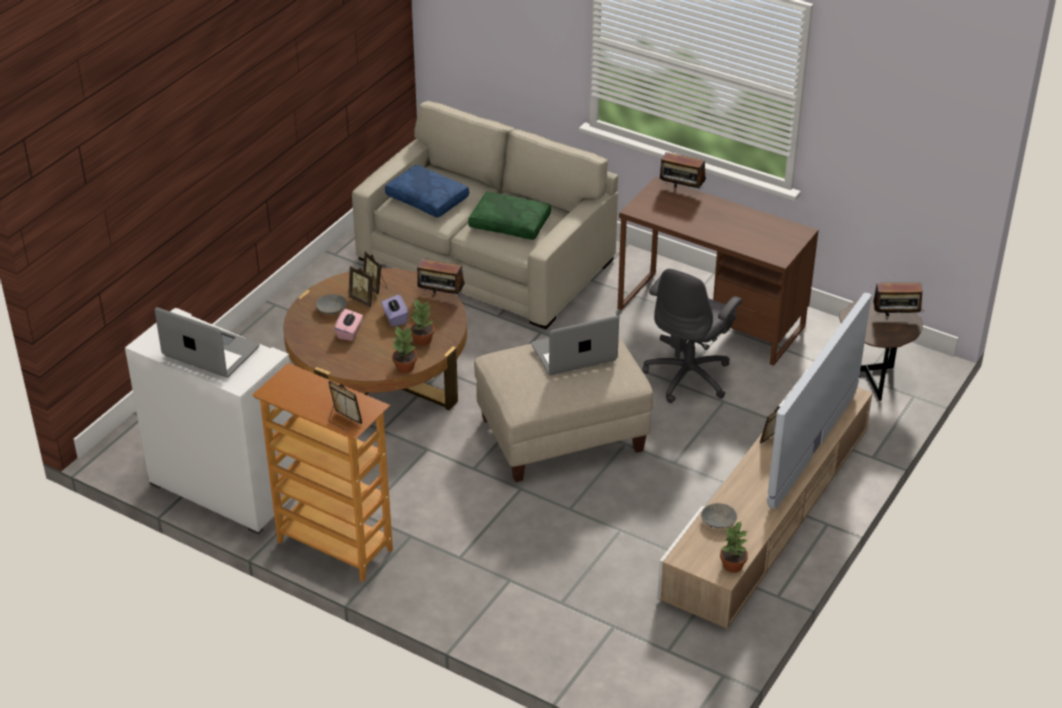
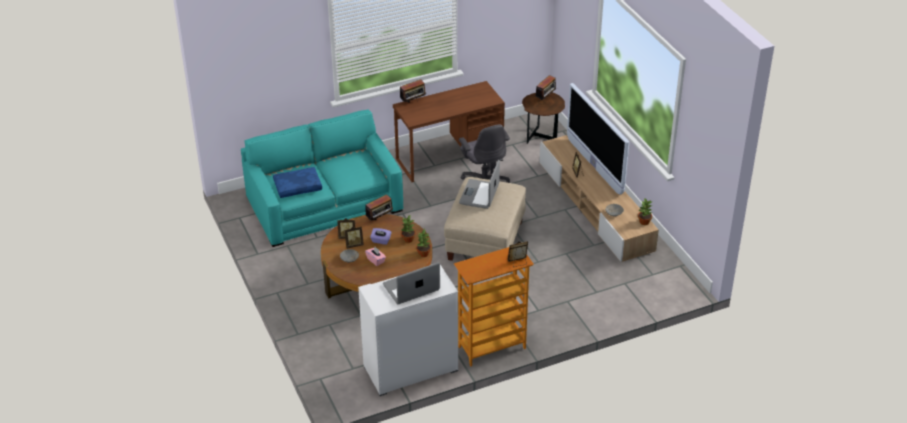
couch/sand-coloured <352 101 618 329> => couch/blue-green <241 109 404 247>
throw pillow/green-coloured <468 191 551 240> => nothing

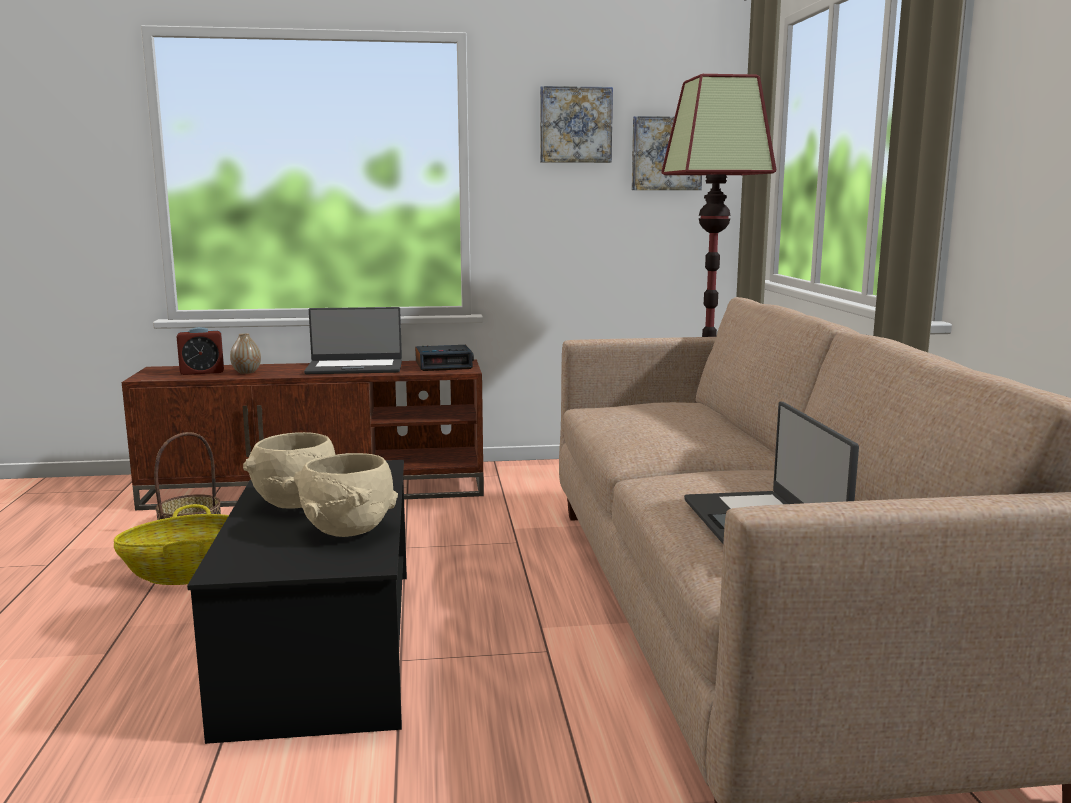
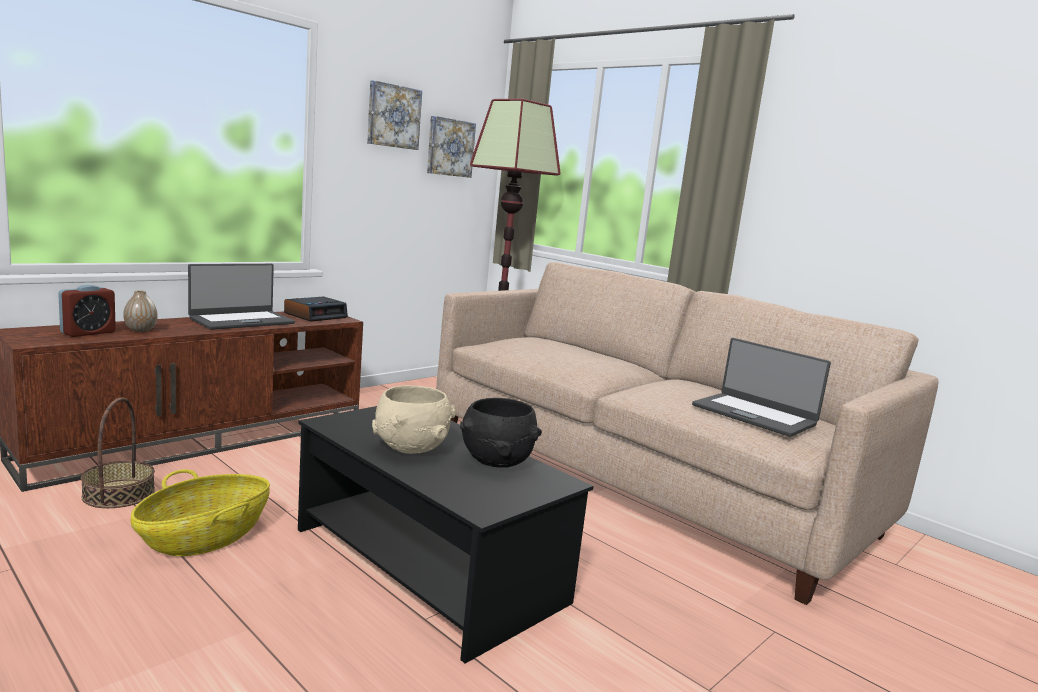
deep dish/sand-coloured <293 453 398 537> => deep dish/black-coloured <460 398 542 468>

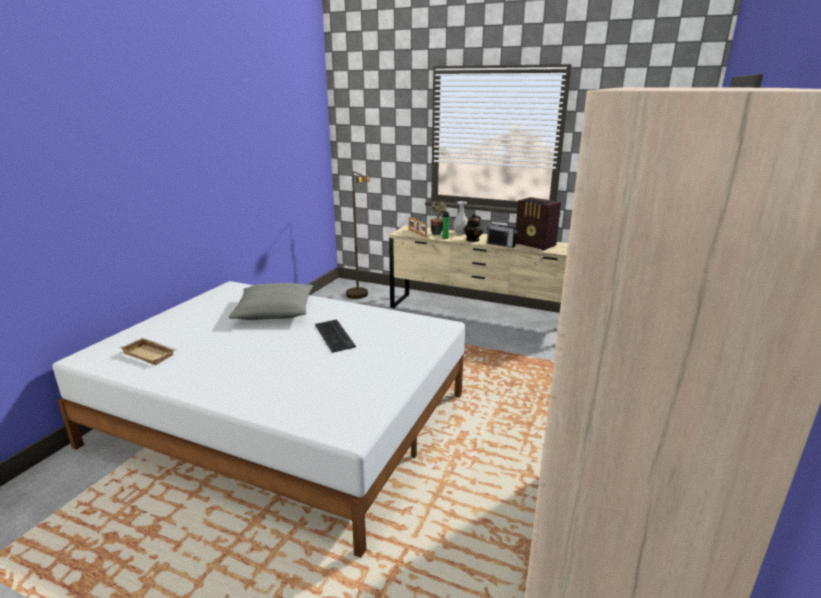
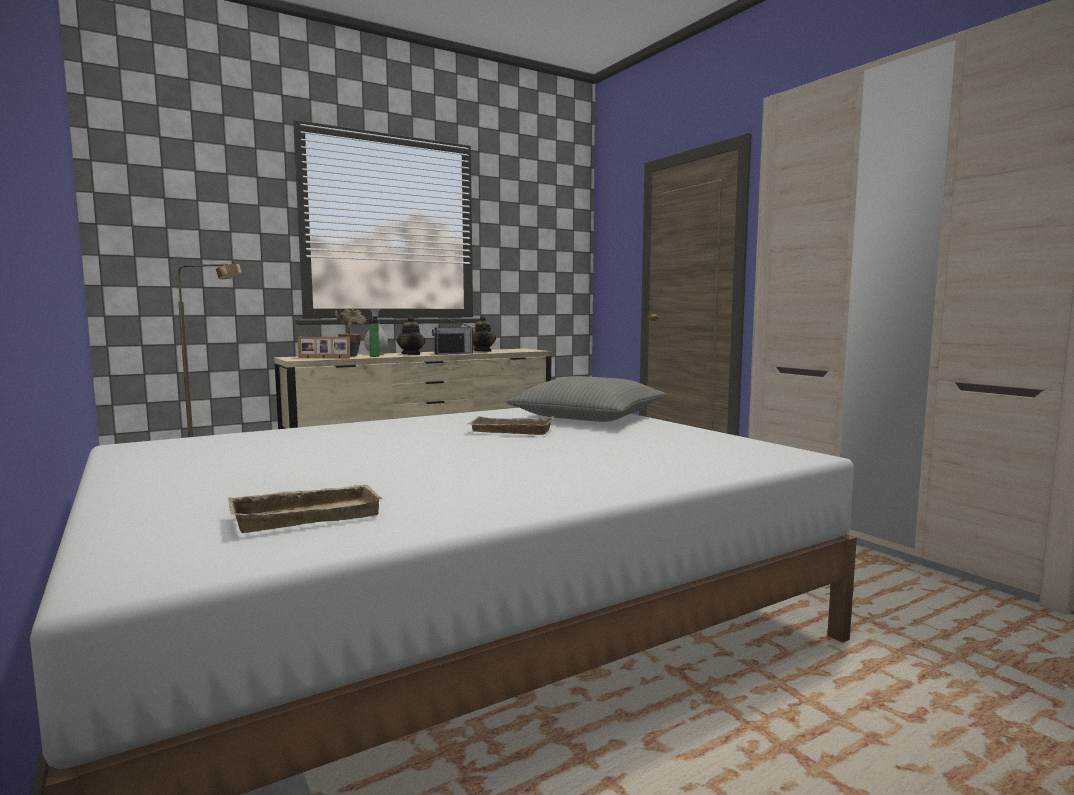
throw pillow/greyish <228 283 313 320> => throw pillow/greyish <506 376 666 422>, shifted
PC keyboard <315 319 356 353> => carrying tray/sand-coloured <467 416 554 435>
radio <516 197 561 250> => teapot <473 316 496 352>

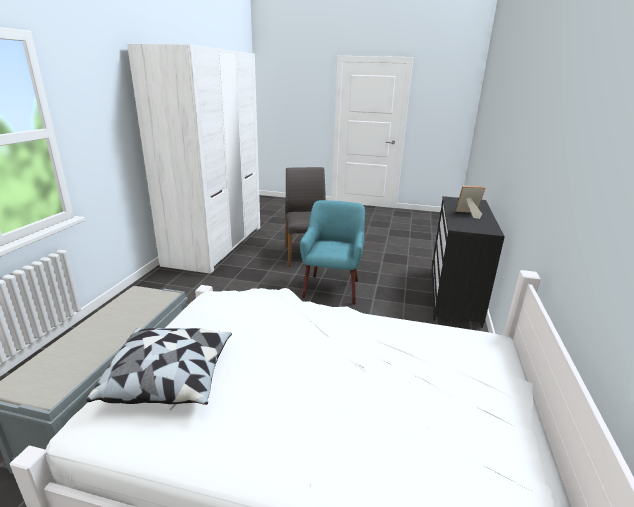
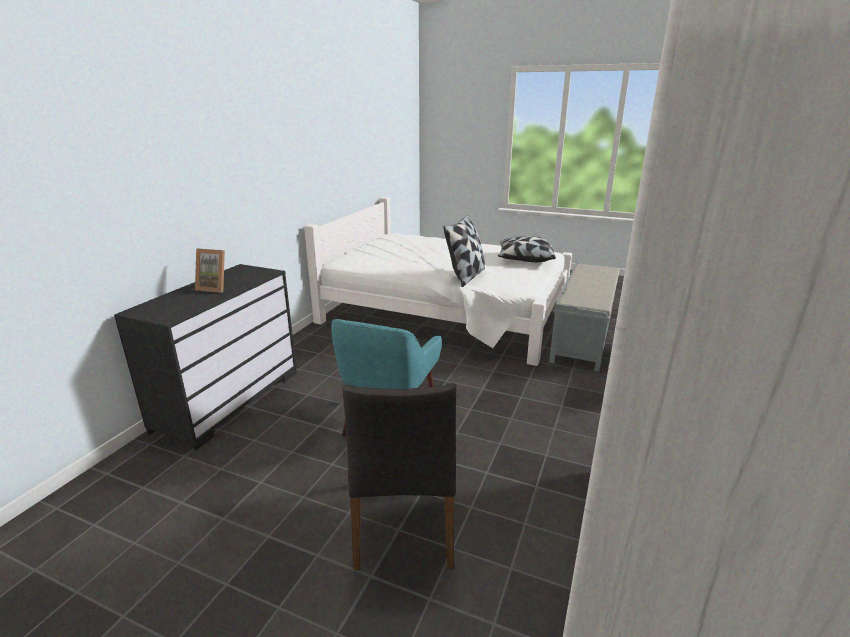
nothing => throw pillow <443 215 485 287>

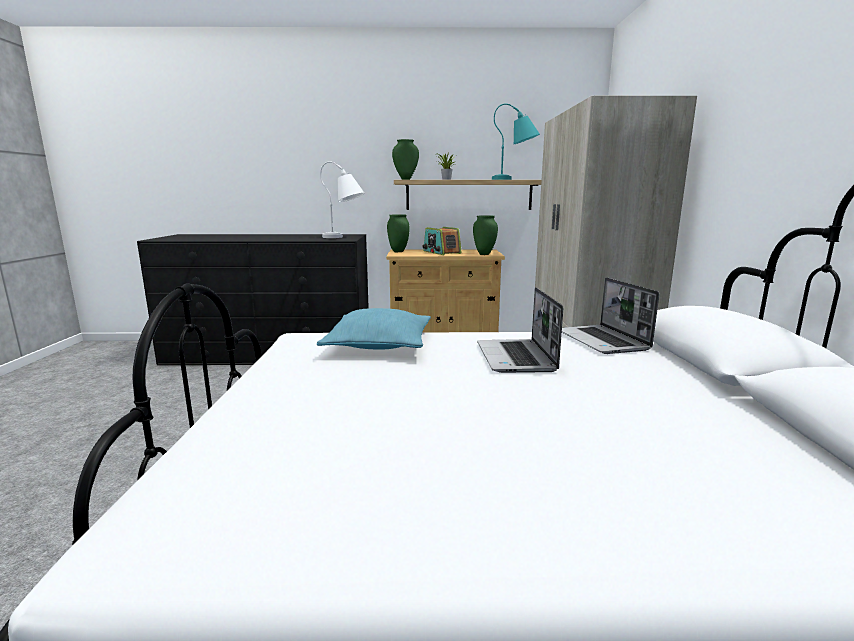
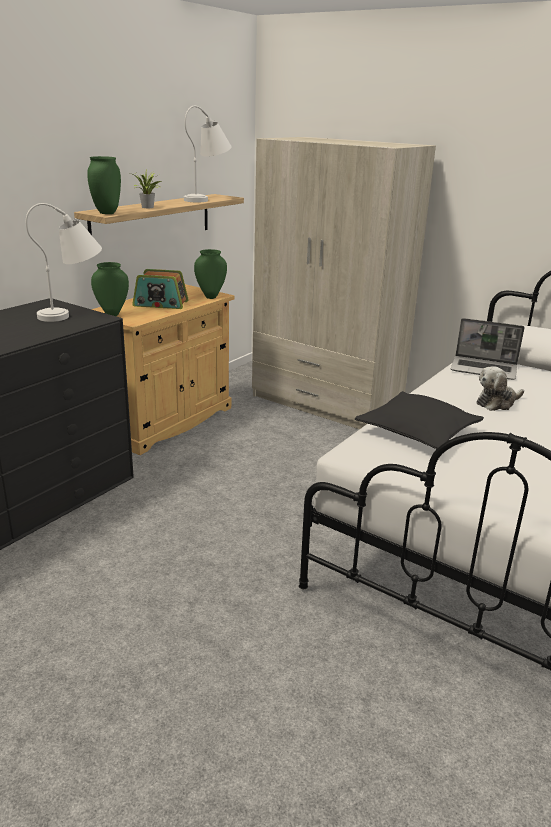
throw pillow/blue-green <317 308 431 349> => throw pillow/black-coloured <355 391 484 449>
portable computer <477 287 563 373> => cuddly toy <476 366 524 411>
lamp for a table/blue-green <492 103 540 180> => lamp for a table/white <184 106 232 202>

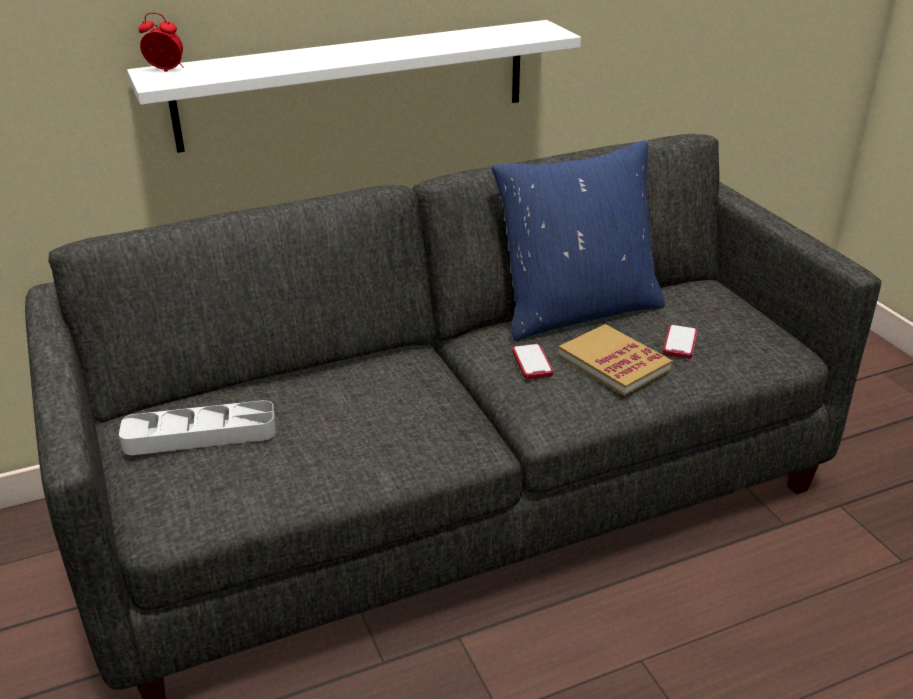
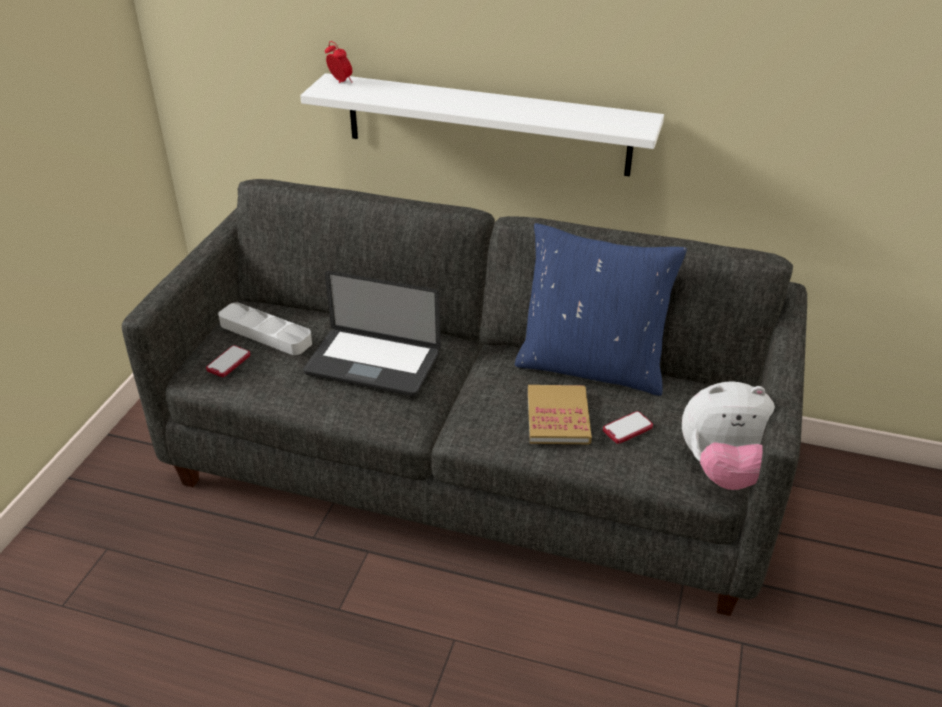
telephone <512 344 553 379> => telephone <206 346 251 377>, shifted
nothing => portable computer <303 271 441 396>
nothing => cuddly toy <682 381 775 490>

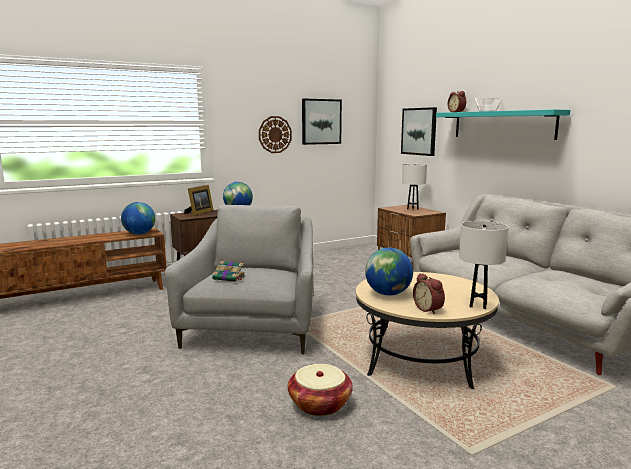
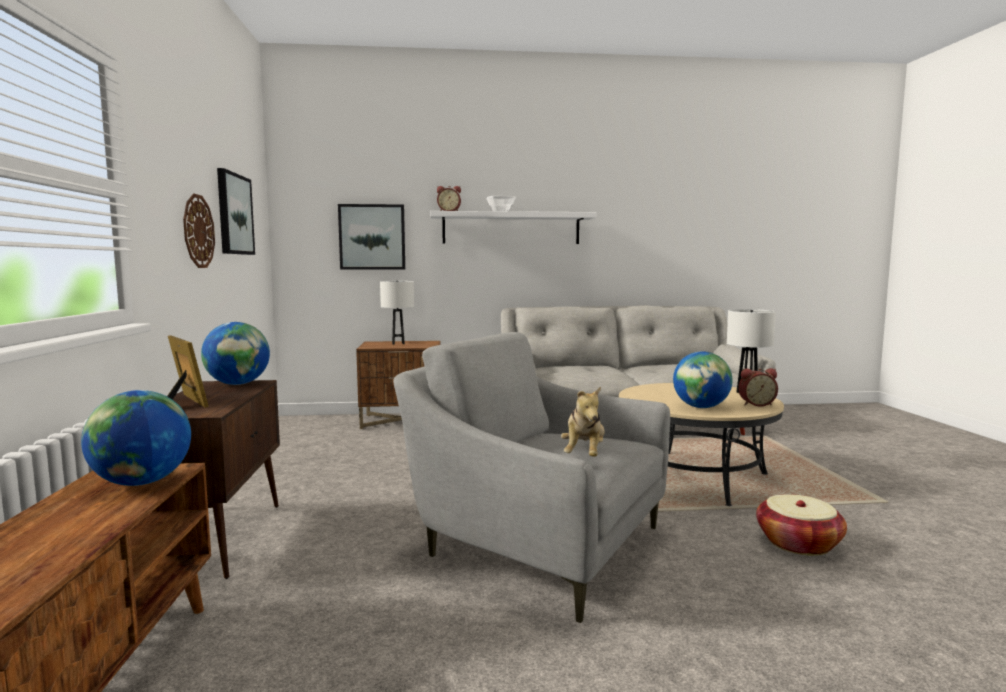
bound book <212 261 245 282> => cuddly toy <561 387 605 457>
shelf/blue-green <436 109 570 140> => shelf/white <430 211 596 244>

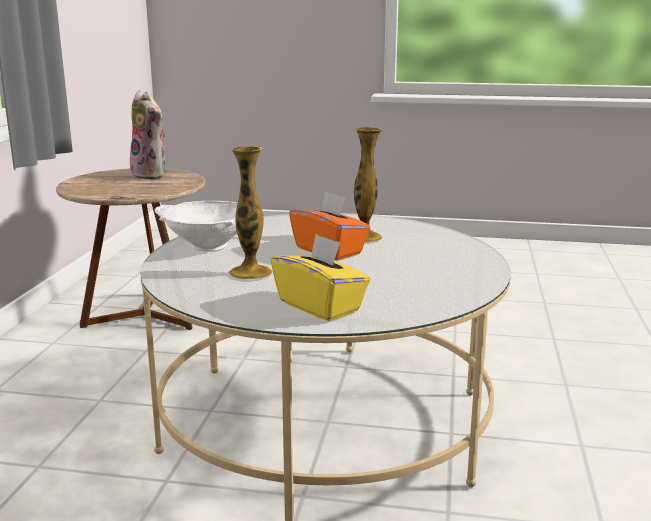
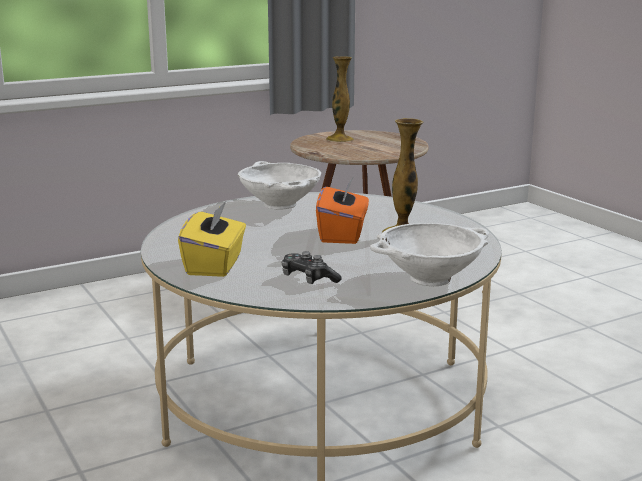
cuddly toy <130 90 165 180> => nothing
flower vase <229 146 272 280> => flower vase <326 56 354 142>, shifted
nothing => gamepad <282 251 342 284>
nothing => deep dish/white <370 223 489 286>

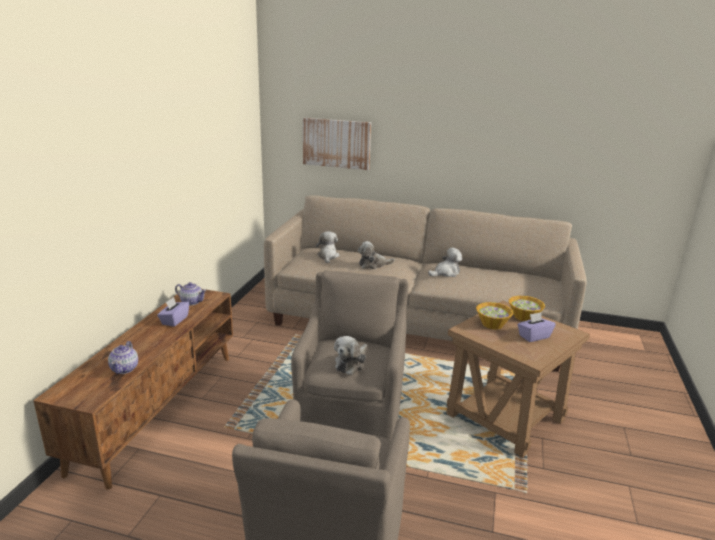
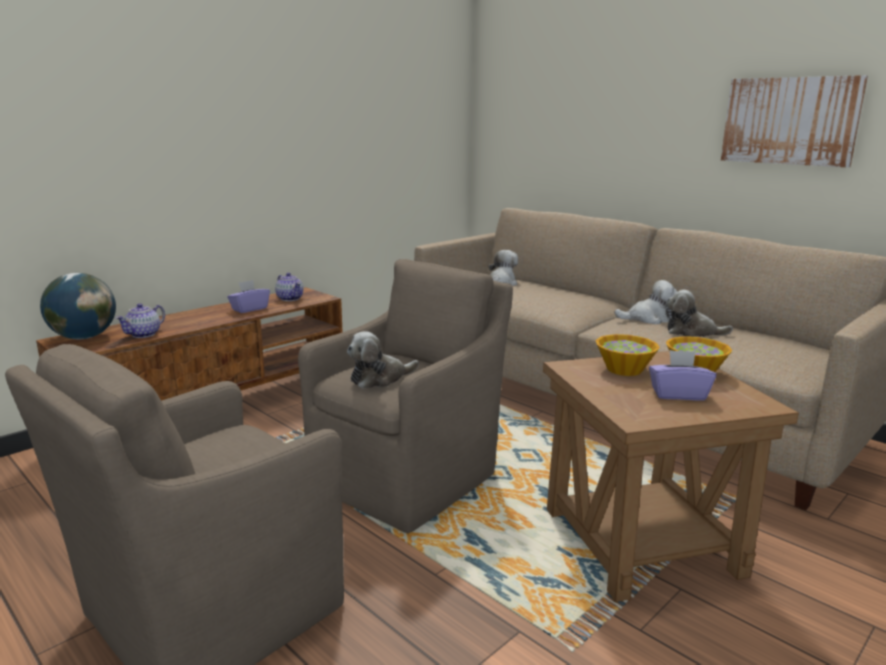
wall picture <303 118 371 170> => wall picture <721 75 868 167>, shifted
cuddly toy <358 241 395 269> => cuddly toy <666 290 733 337>, shifted
nothing => desk globe <40 273 116 339>

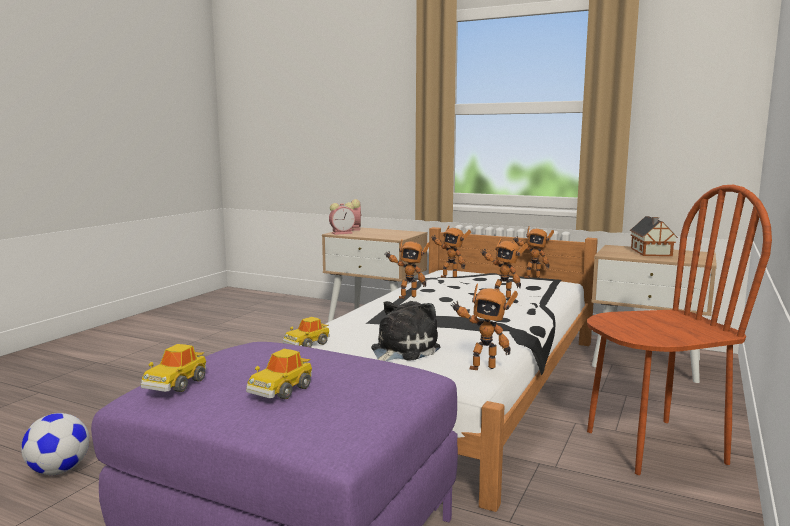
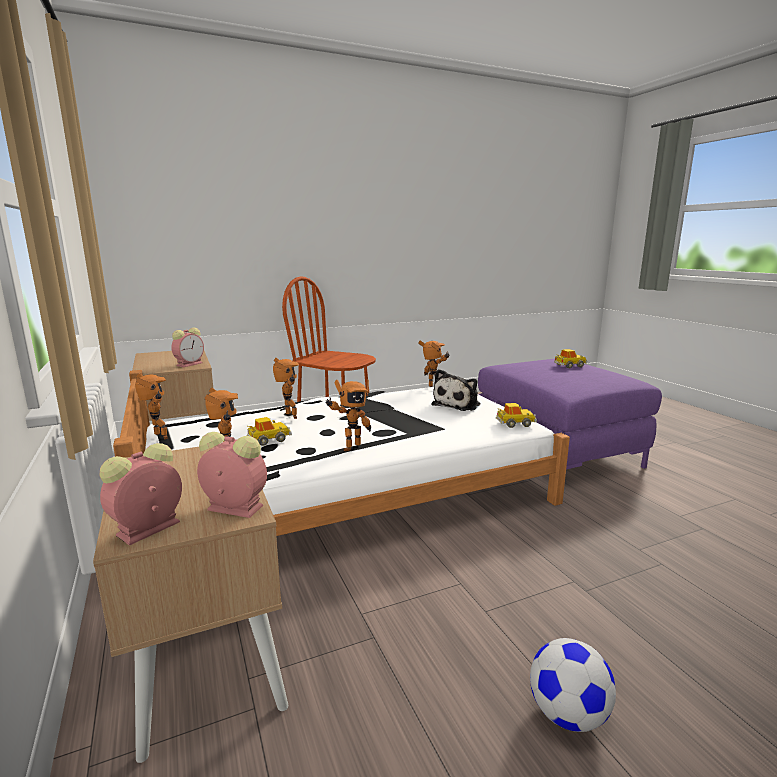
ball for football <21 413 89 475> => ball for football <530 638 616 732>, shifted
toy car <141 344 206 392> => toy car <247 417 292 446>, shifted
cuddly toy <371 301 441 361> => cuddly toy <431 369 480 411>, 45 degrees counterclockwise
model robot <385 239 430 299> => model robot <325 379 371 452>, 105 degrees clockwise
model house <630 216 678 256> => nothing
nothing => table clock <171 327 204 368>

